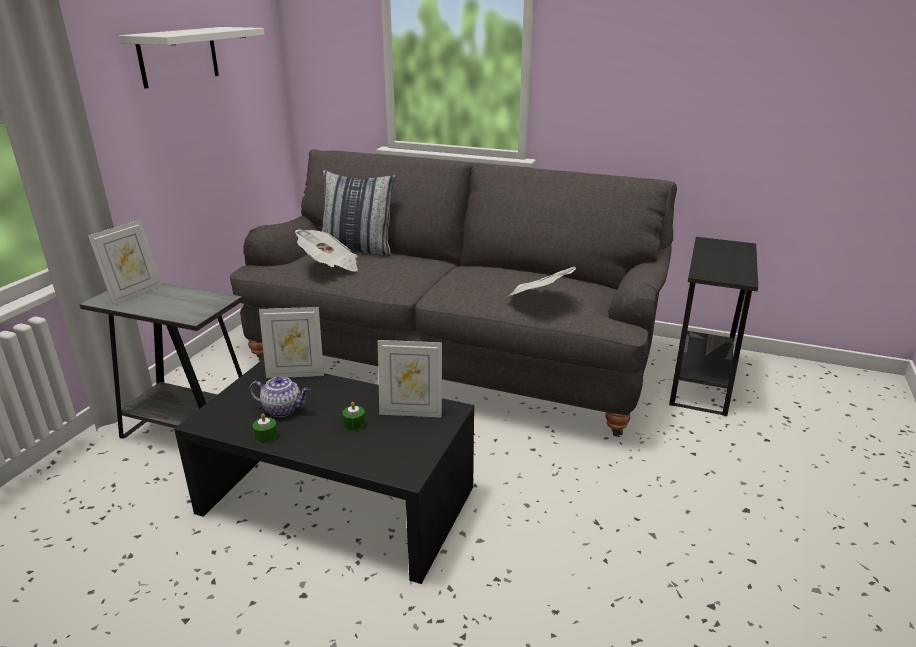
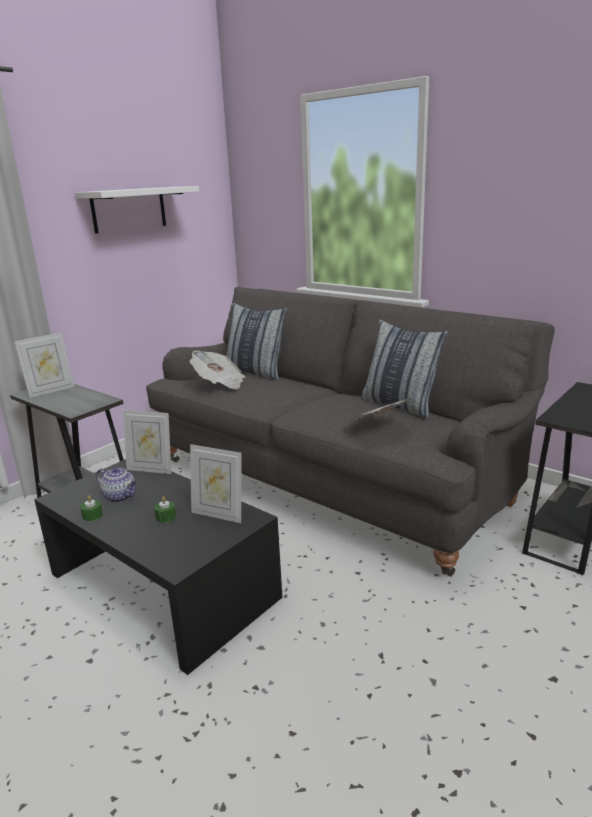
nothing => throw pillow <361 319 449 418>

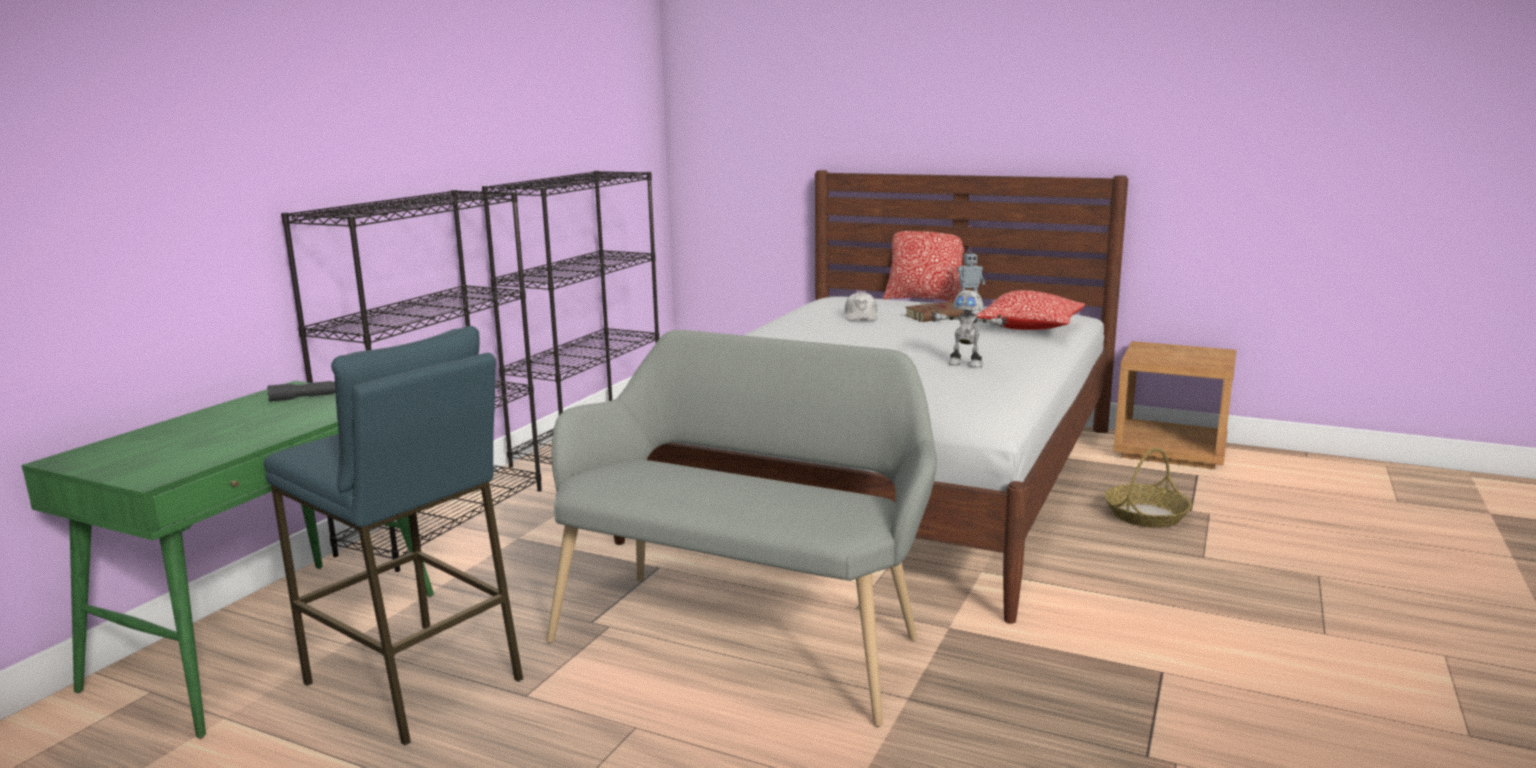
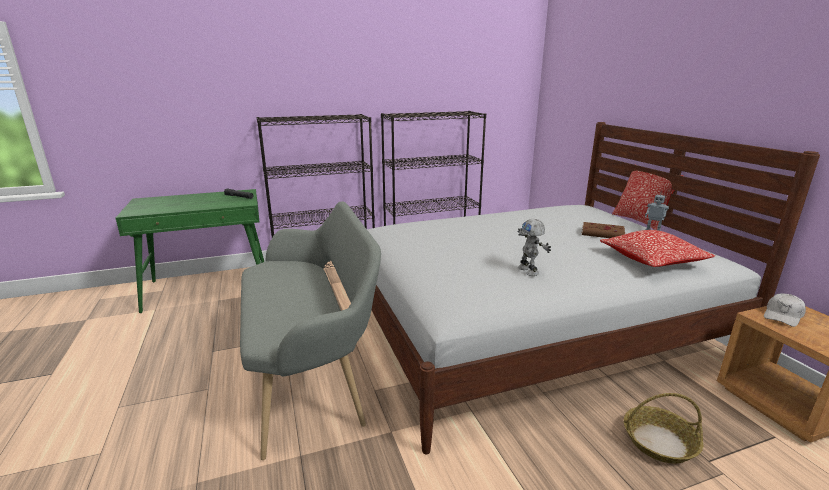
sitting stool/blue <264 326 523 745> => nothing
cap/white <844 291 877 321> => cap/white <764 294 806 327>, shifted

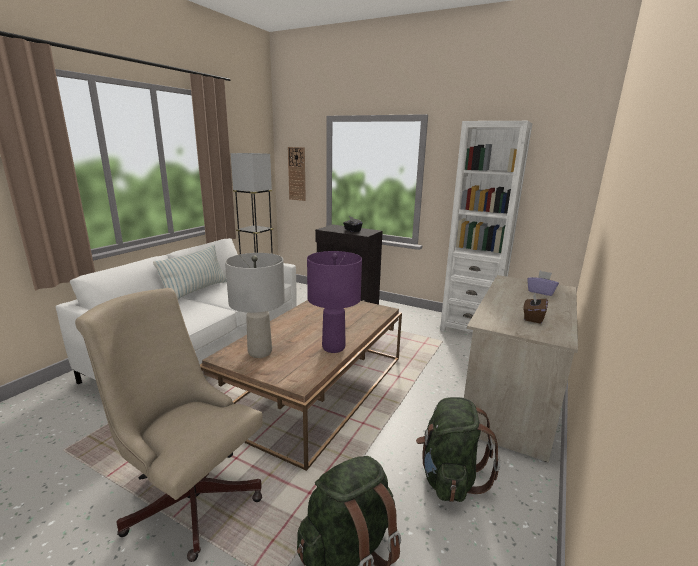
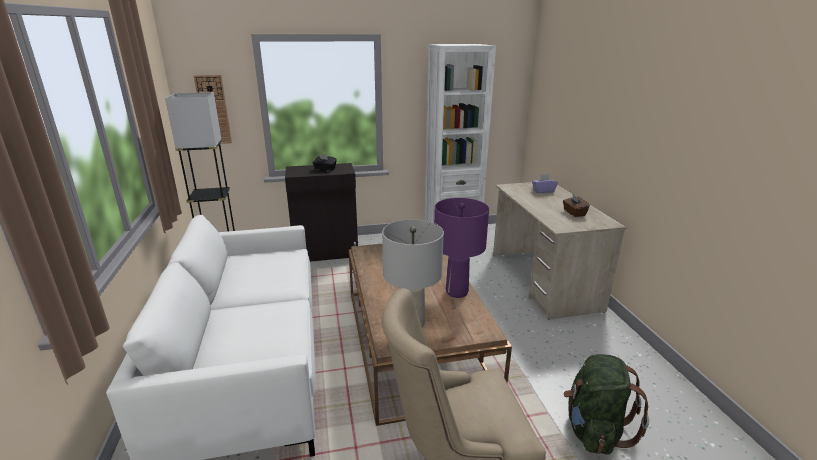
throw pillow <153 245 227 299> => nothing
rucksack/green-coloured <416 397 500 502> => nothing

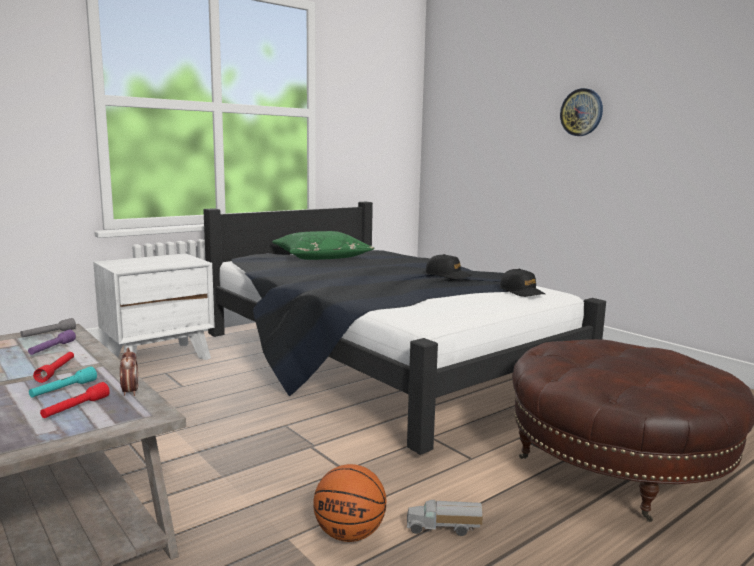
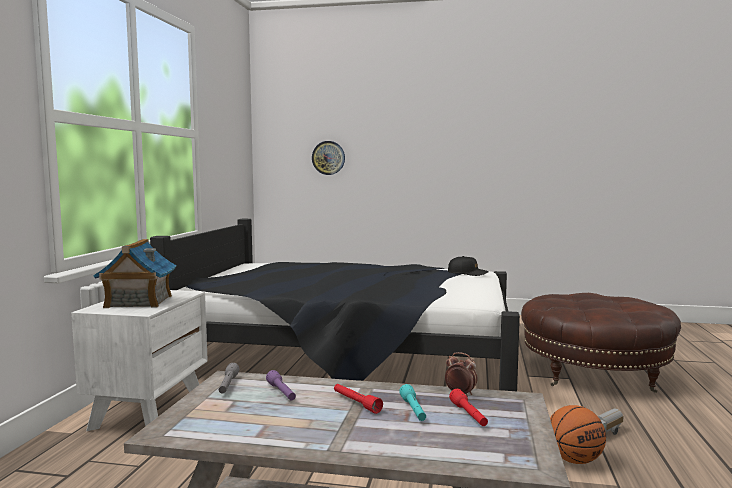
throw pillow/green-coloured <272 231 375 260> => nothing
cap/black-coloured <426 254 472 279> => nothing
hanging clock <560 88 603 136> => hanging clock <312 141 345 175>, shifted
nothing => model house <93 239 177 308>

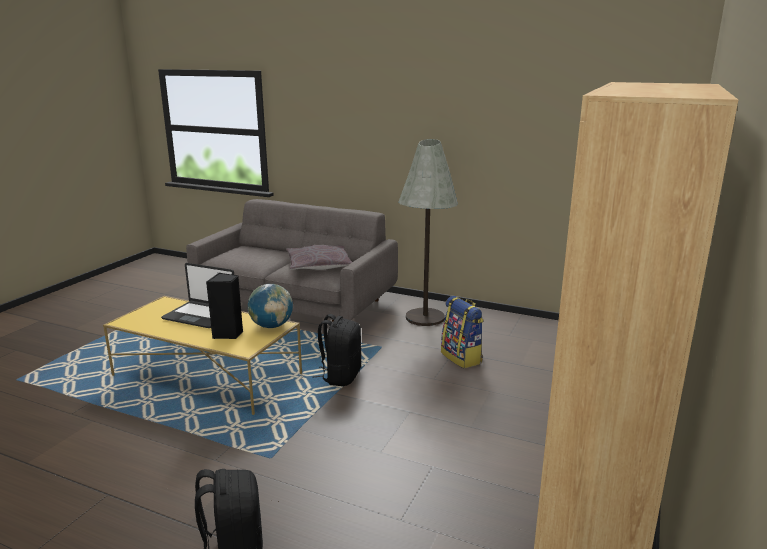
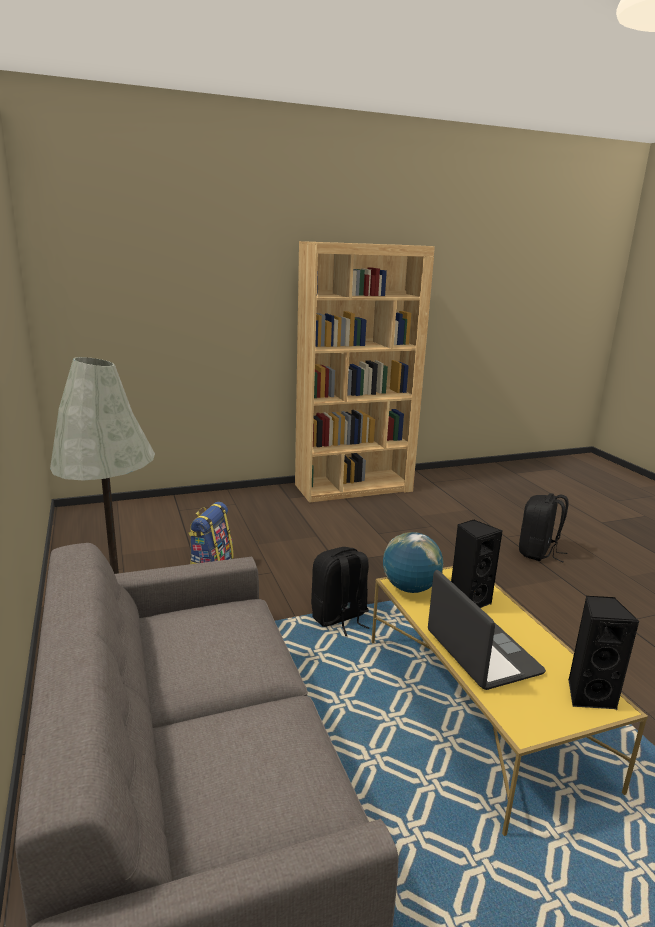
throw pillow/greyish <286 245 352 270> => nothing
nothing => audio speaker/black-coloured <568 595 640 711>

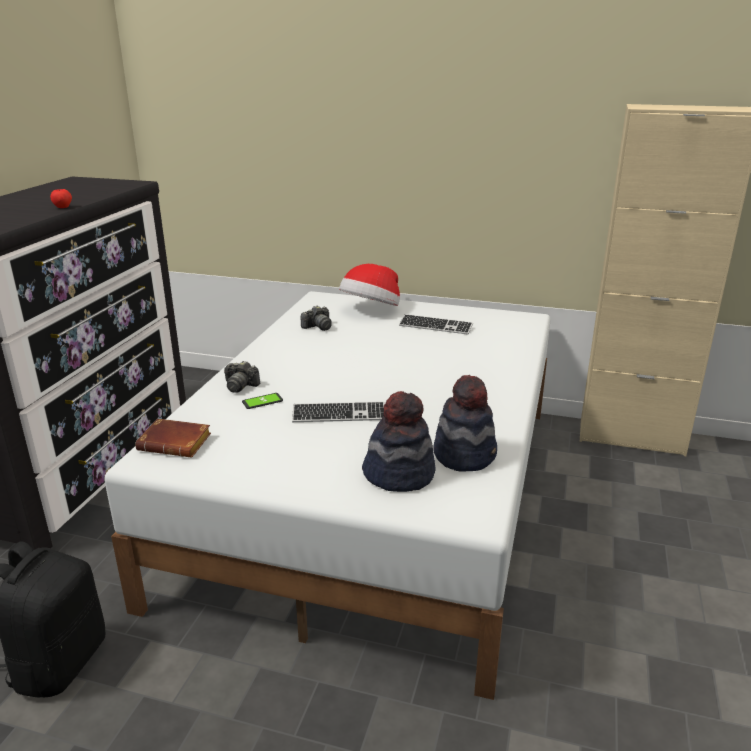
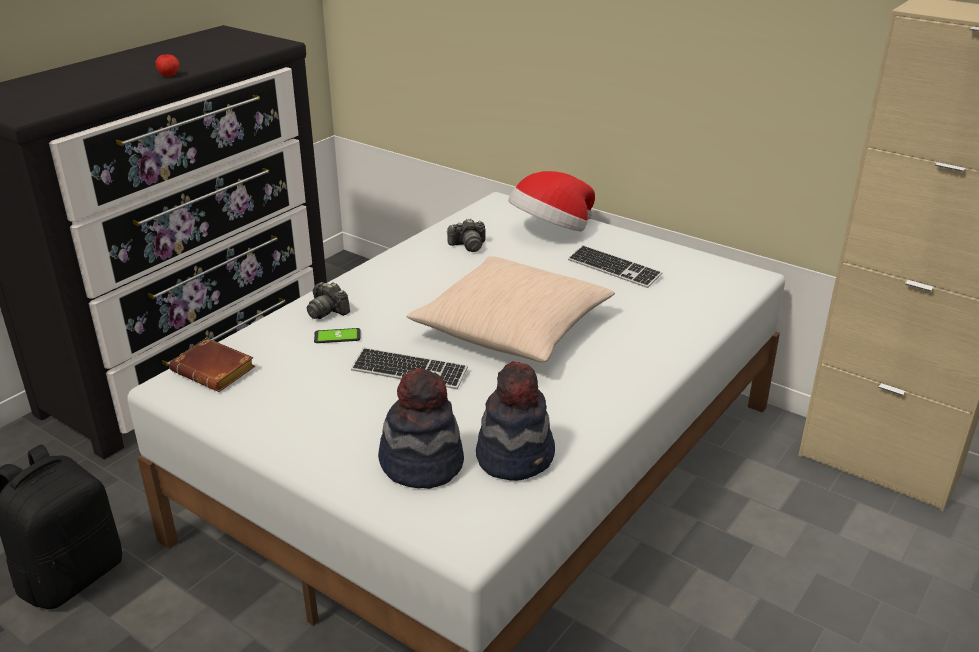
nothing => throw pillow/sand-coloured <406 257 615 362>

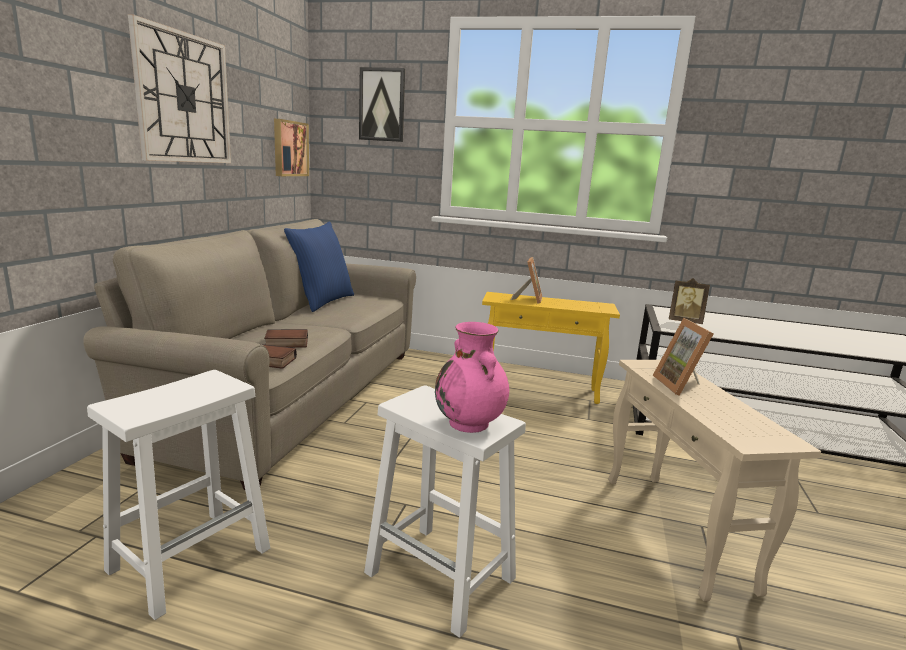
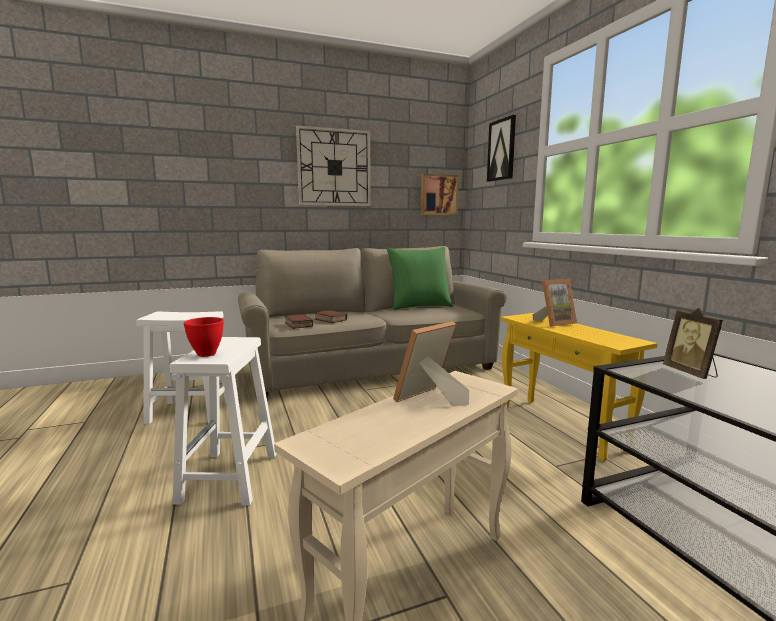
throw pillow/blue <284 221 354 312> => throw pillow/green-coloured <387 247 453 310>
flower vase/pink <435 322 509 433> => deep dish/red-coloured <184 317 224 357>

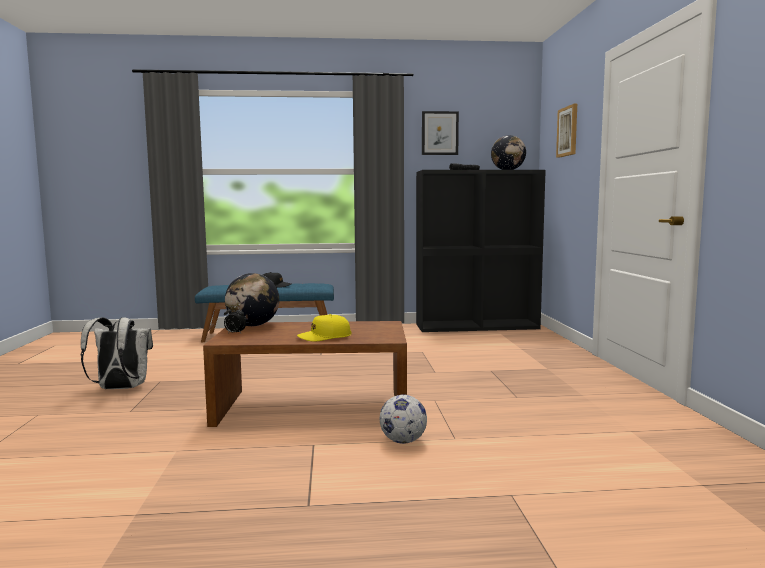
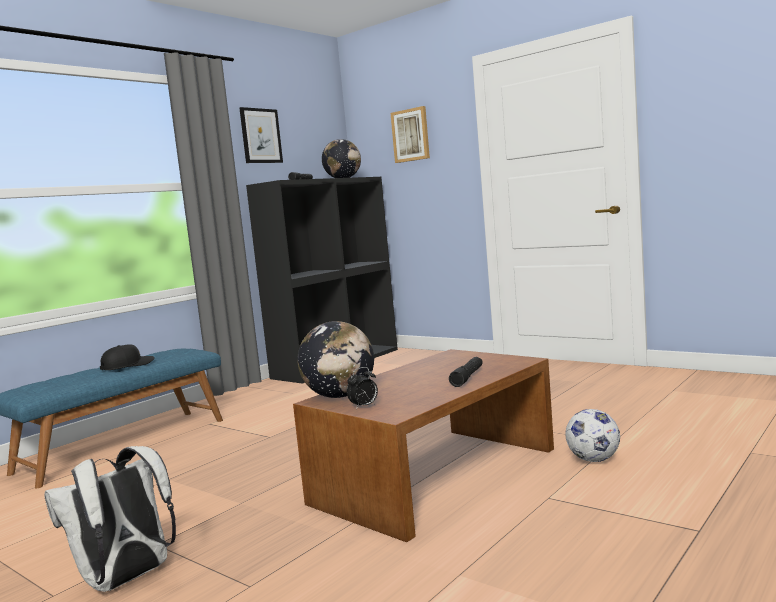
cap/yellow <297 314 352 342> => hand torch/black-coloured <449 357 483 387>

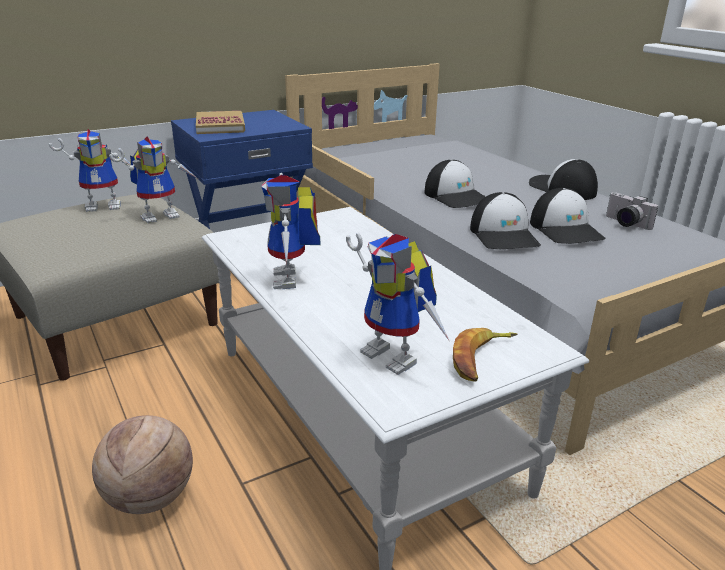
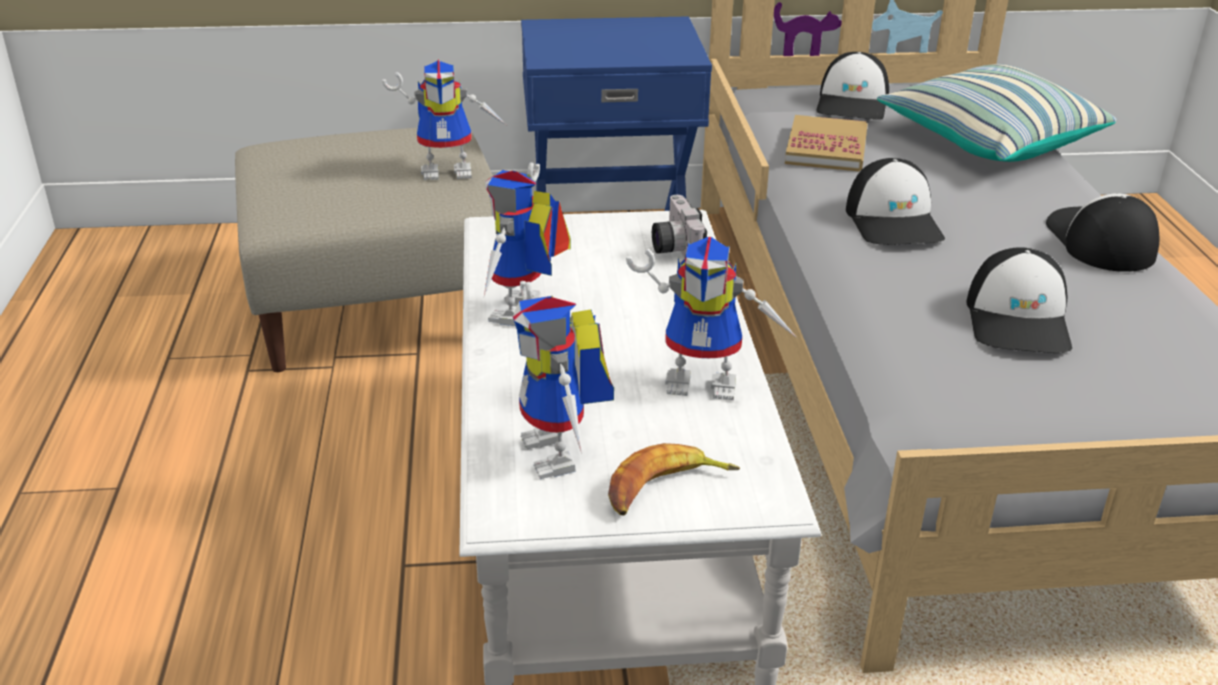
model robot <49 129 130 212> => model robot <626 237 797 400>, shifted
ball for basketball <92 415 193 514> => nothing
bound book <196 111 245 134> => bound book <785 115 868 172>, shifted
cap <470 192 541 249> => cap <816 52 889 120>, shifted
photo camera <606 192 658 230> => photo camera <652 195 707 257>, shifted
nothing => throw pillow <877 64 1117 162>

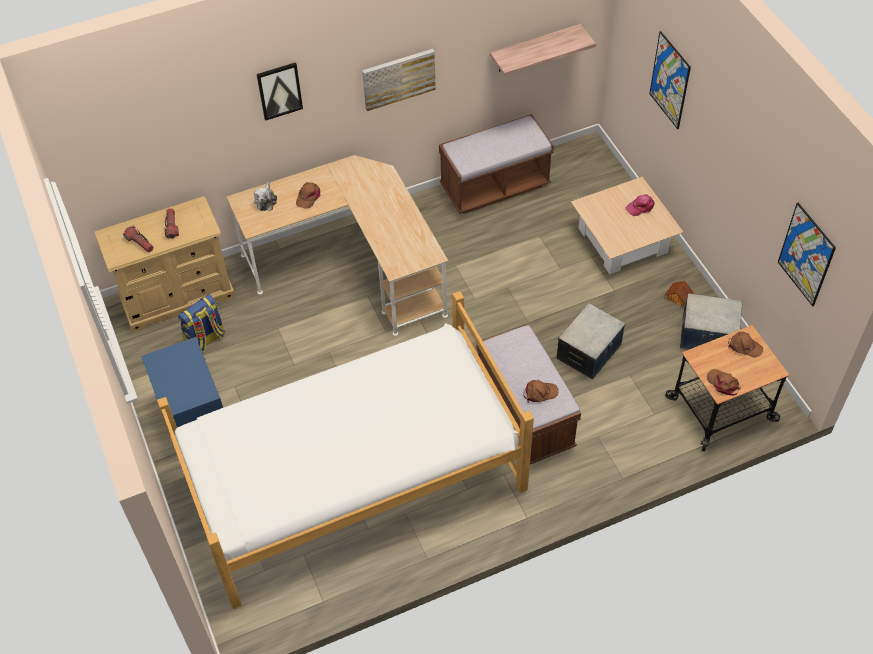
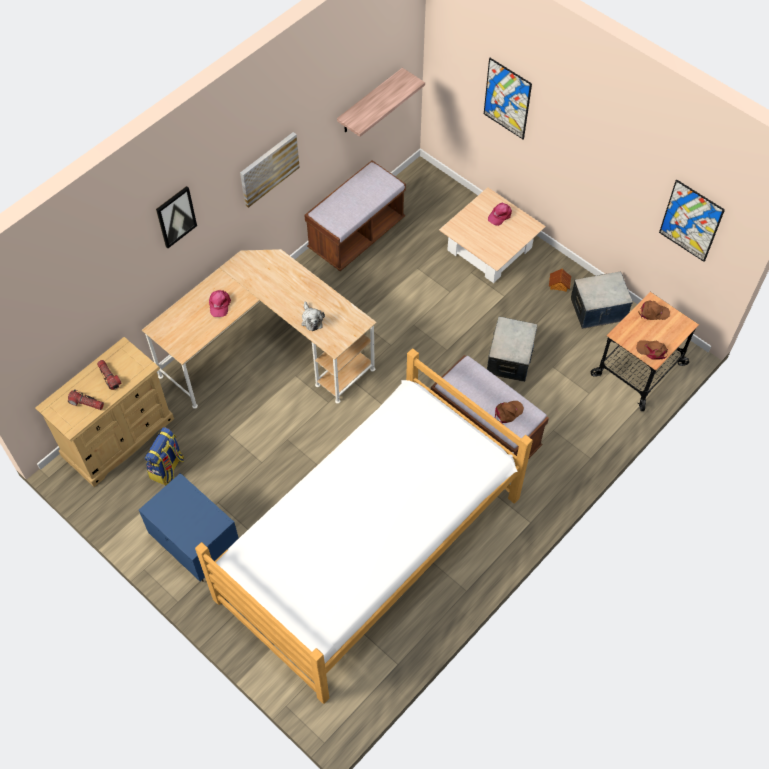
cuddly toy <254 182 277 211> => cuddly toy <301 301 325 331>, shifted
cap/brown <296 182 320 209> => cap/pink <209 290 231 317>

